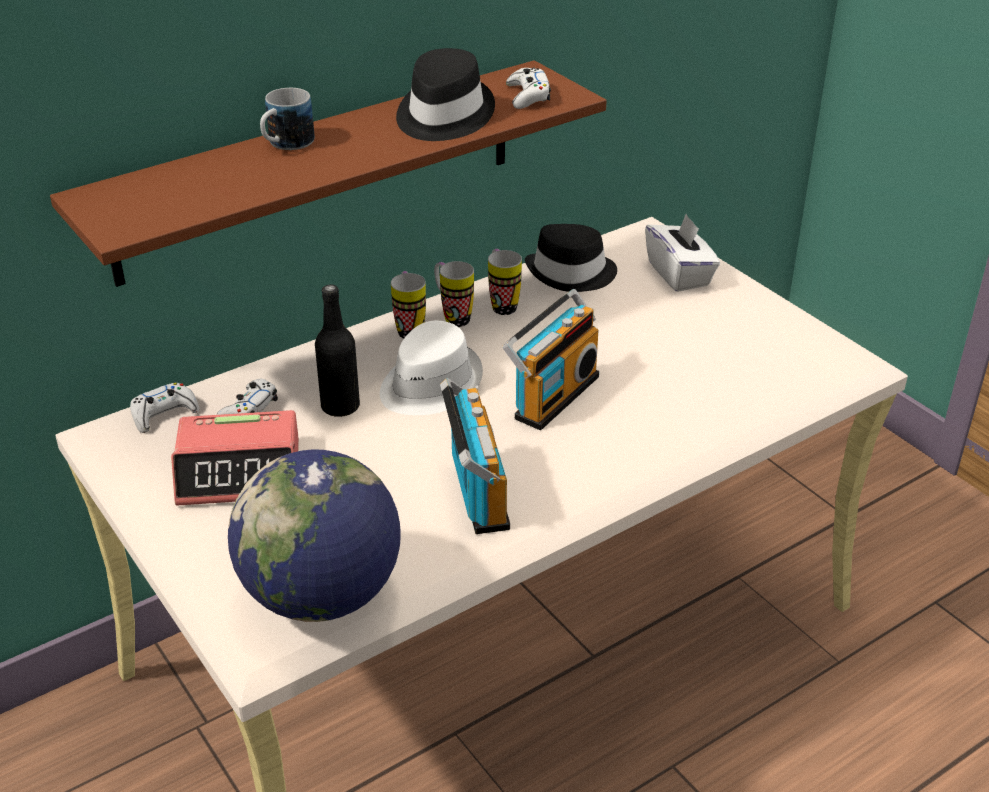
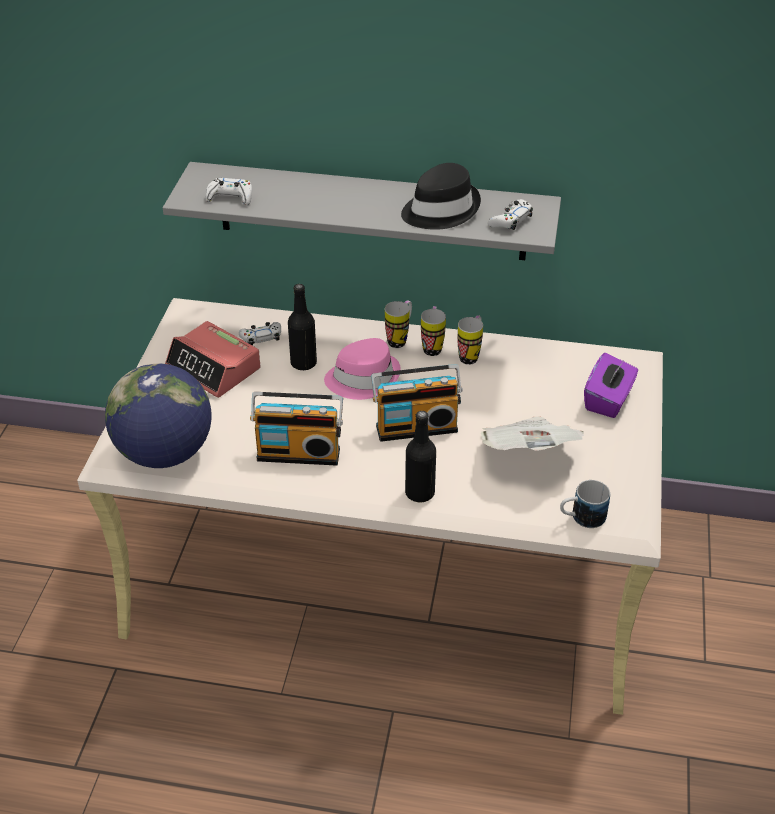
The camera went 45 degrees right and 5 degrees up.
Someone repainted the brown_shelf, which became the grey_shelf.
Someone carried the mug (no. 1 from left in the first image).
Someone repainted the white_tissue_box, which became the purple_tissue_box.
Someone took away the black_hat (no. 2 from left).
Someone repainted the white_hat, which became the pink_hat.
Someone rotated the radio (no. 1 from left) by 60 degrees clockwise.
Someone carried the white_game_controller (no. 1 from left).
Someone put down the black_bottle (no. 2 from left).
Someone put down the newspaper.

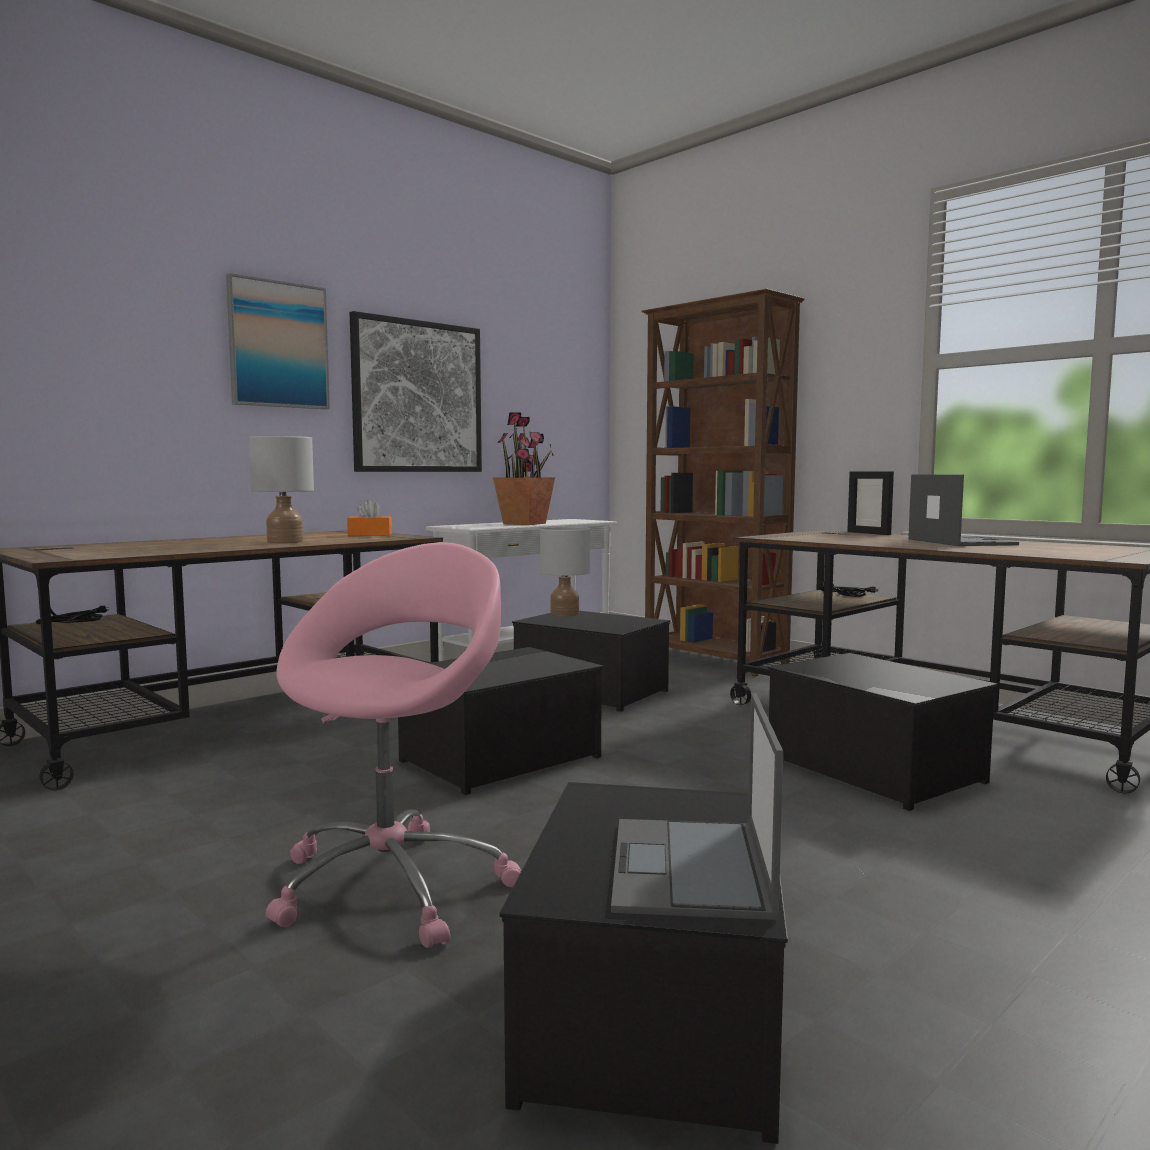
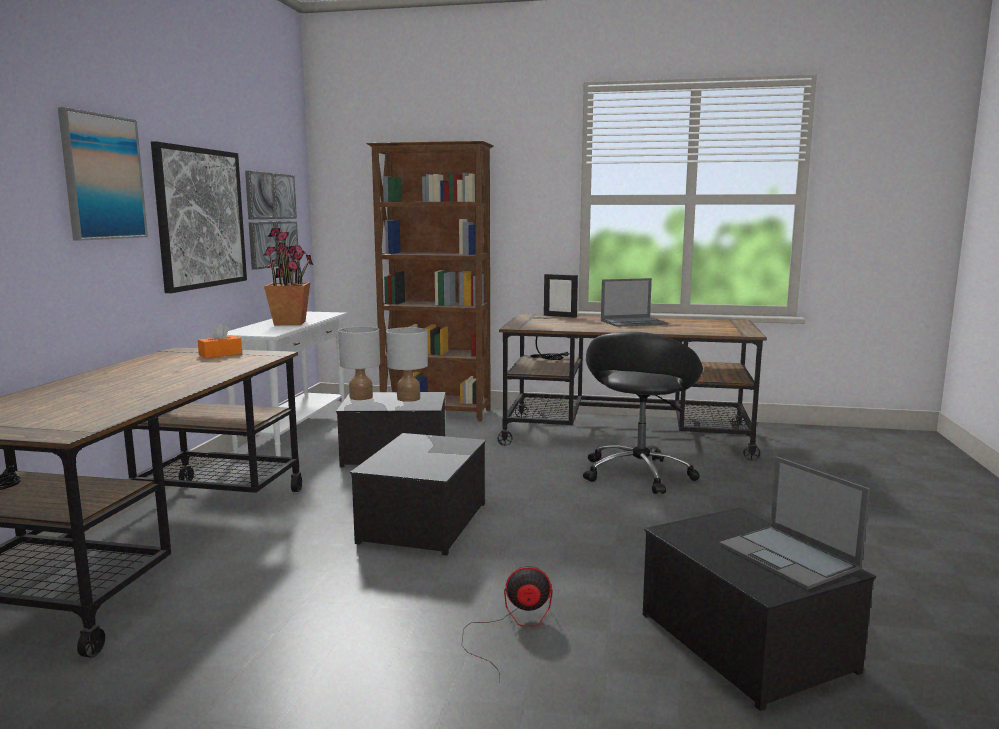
The camera went 35 degrees left and 5 degrees up.
Someone carried the grey_table_lamp (no. 1 from left in the first image).
Someone rotated the laptop (no. 2 from left in the first image) by 120 degrees clockwise.
Someone swapped the pink_office_chair for the fan.
Someone swapped the storage_box (no. 4 from left) for the black_office_chair.
Someone put up the picture (no. 3 from left).

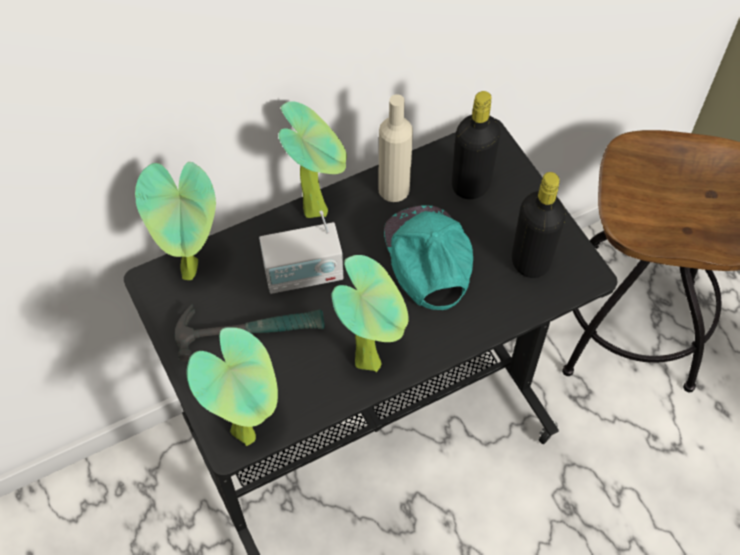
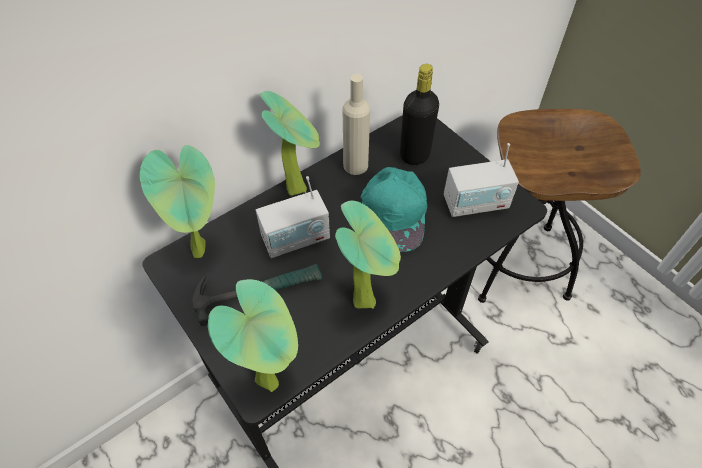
The camera went 10 degrees left and 5 degrees down.
Someone swapped the black_bottle (no. 2 from left) for the radio (no. 2 from left).
Someone rotated the turquoise_cap by 150 degrees counterclockwise.

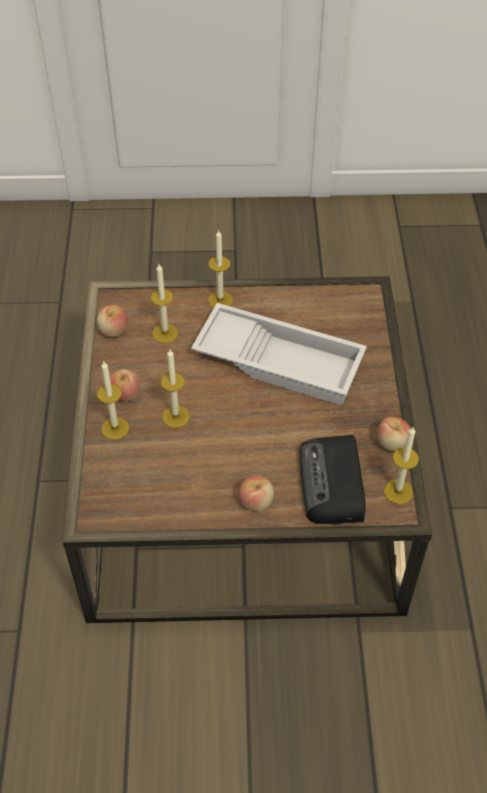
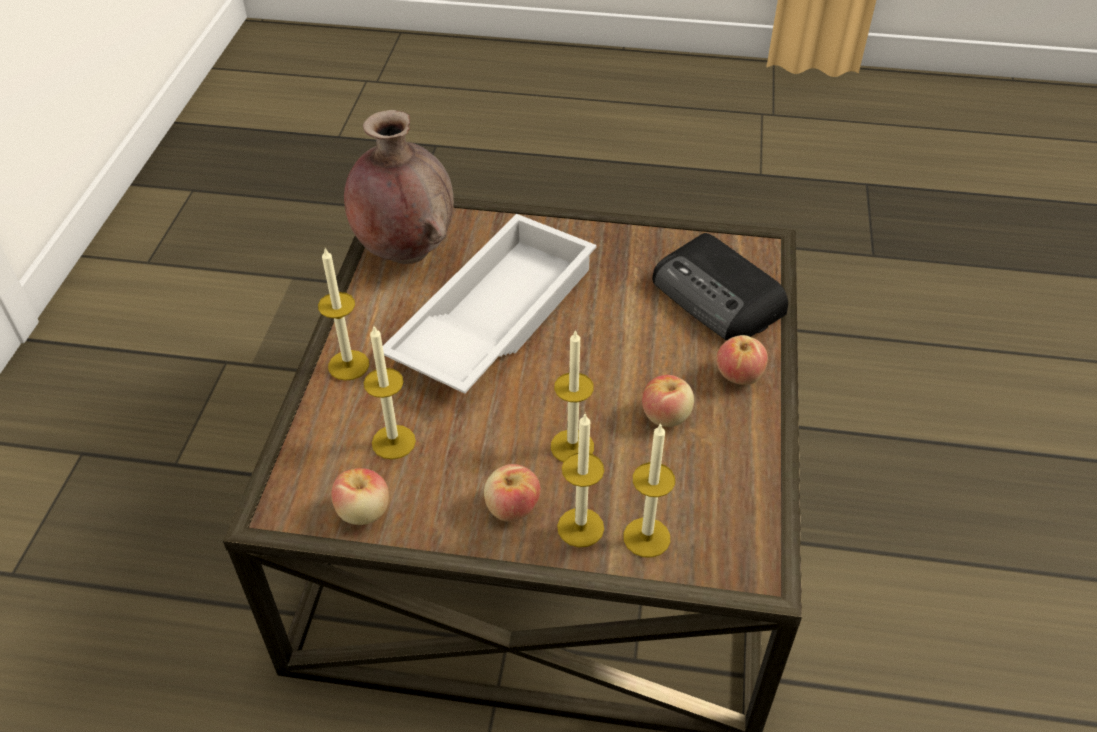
The camera went 80 degrees left and 5 degrees down.
Someone carried the apple (no. 4 from left in the first image).
Someone carried the candle (no. 5 from left).
Someone rotated the radio by 45 degrees clockwise.
Someone put down the brown_vase.

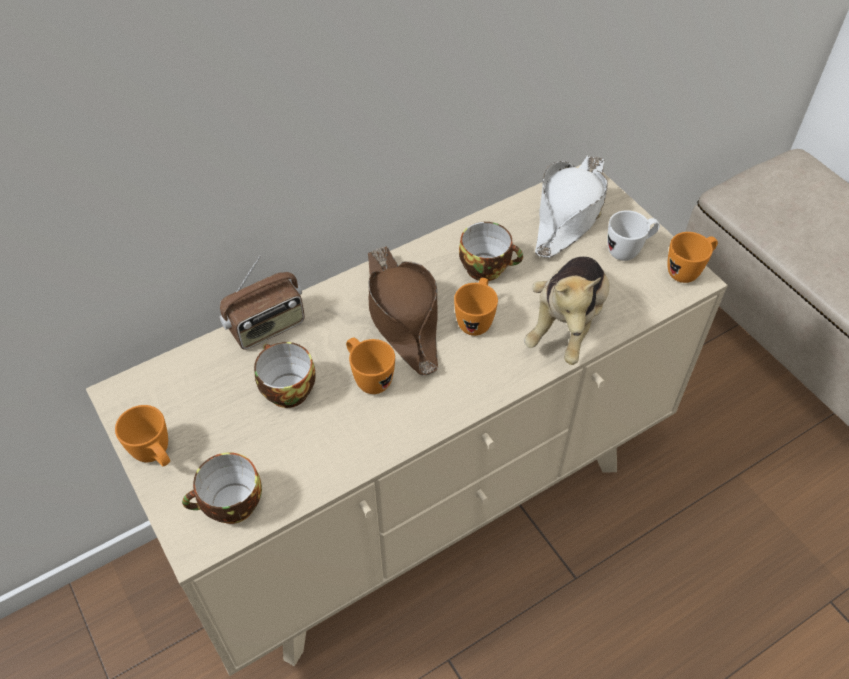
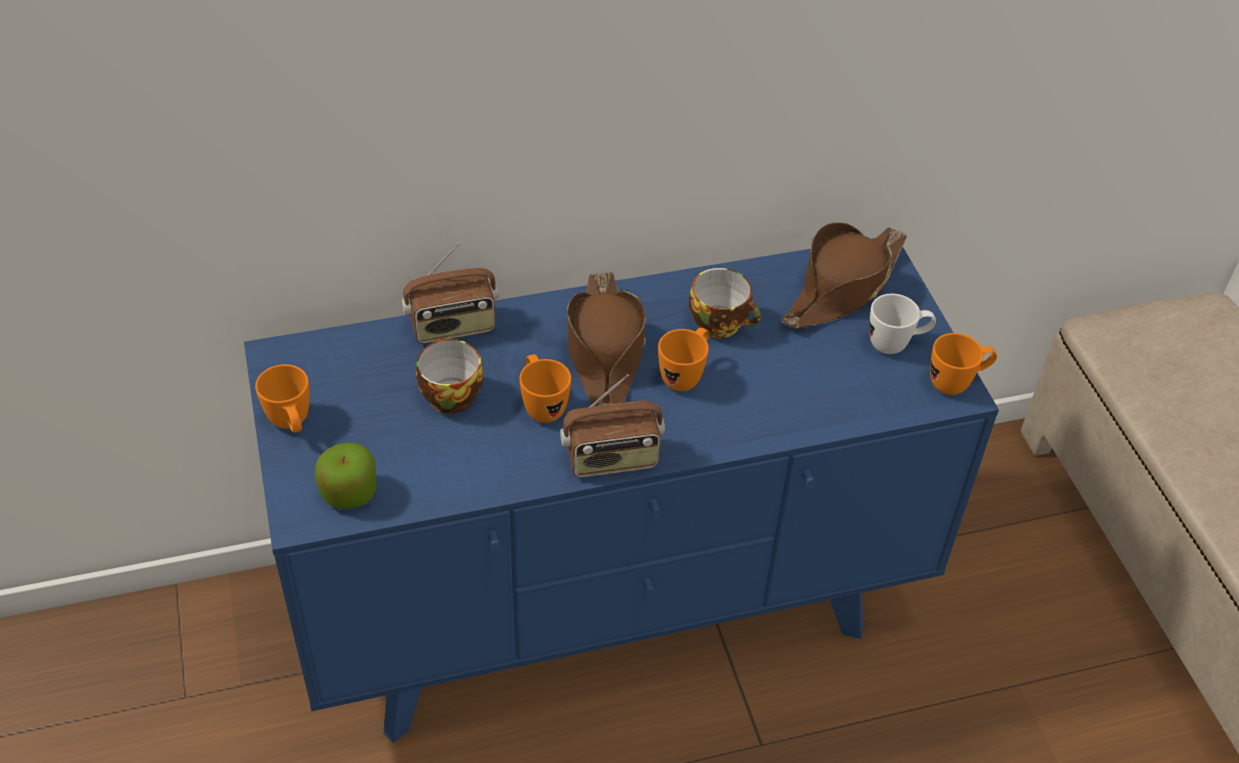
The camera went 15 degrees right and 5 degrees down.
Someone repainted the white_hat, which became the brown_hat (no. 2 from left).
Someone repainted the beige_dresser, which became the blue_dresser.
Someone took away the plush_toy.
Someone swapped the cup (no. 1 from left) for the apple.
Someone put down the radio (no. 2 from left).

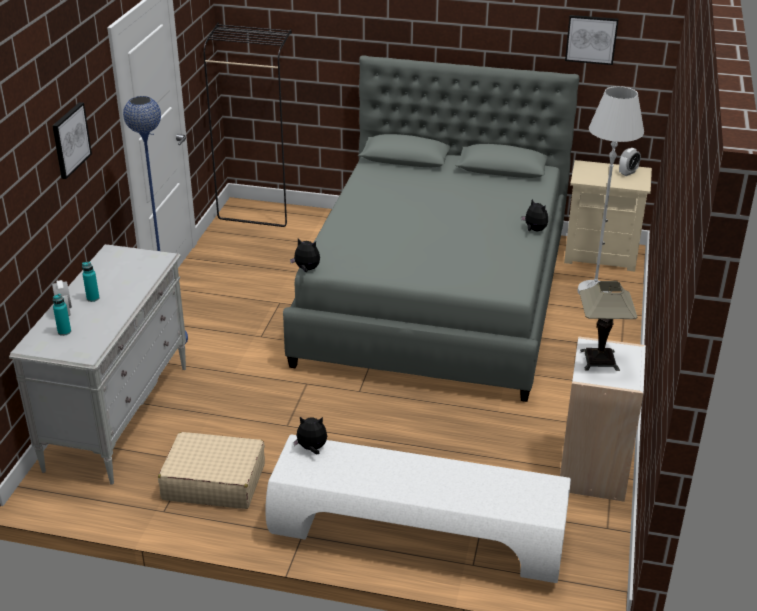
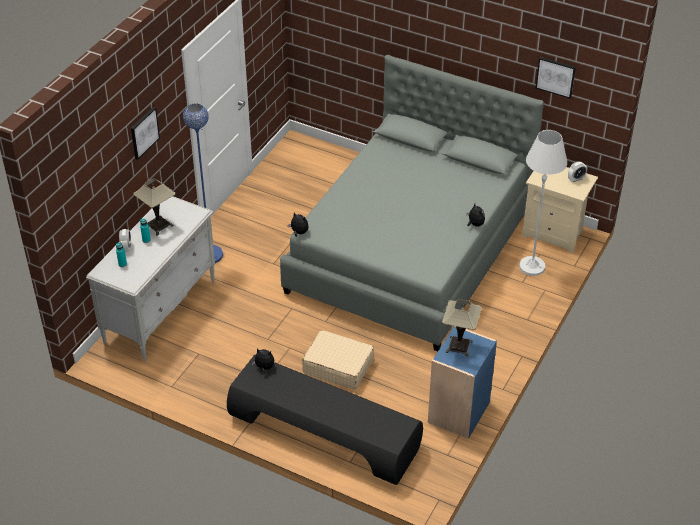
The camera went 15 degrees right and 10 degrees up.
Someone took away the black_clothes_rack.
Someone repainted the white_bookcase, which became the blue_bookcase.
Someone carried the beige_suitcase.
Someone repainted the white_bench, which became the black_bench.
Someone put down the table_lamp (no. 1 from left).

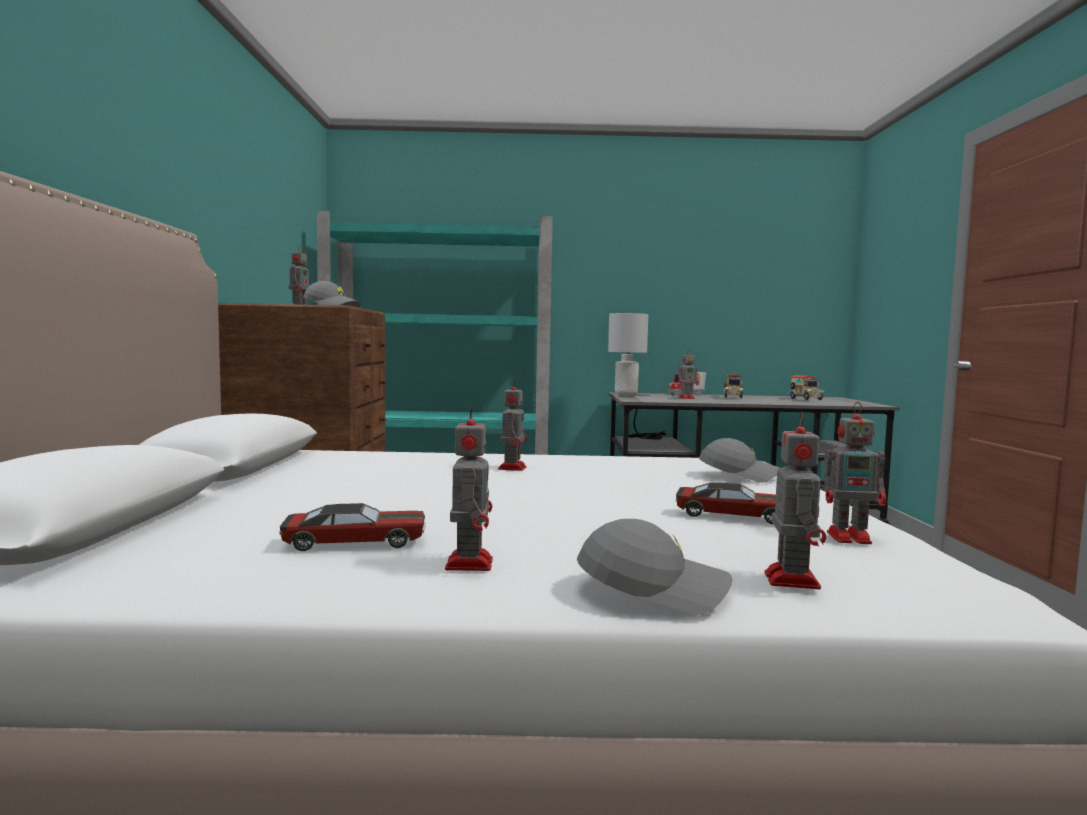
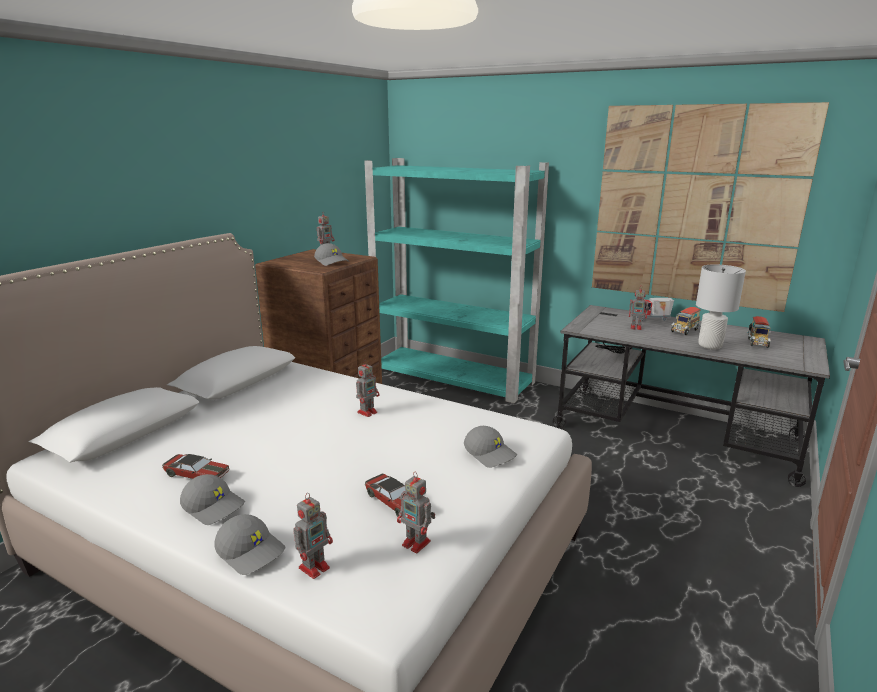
The camera went 30 degrees right and 15 degrees up.
Someone carried the grey_table_lamp.
Someone swapped the toy_robot (no. 2 from left) for the grey_cap (no. 1 from left).
Someone put up the picture.

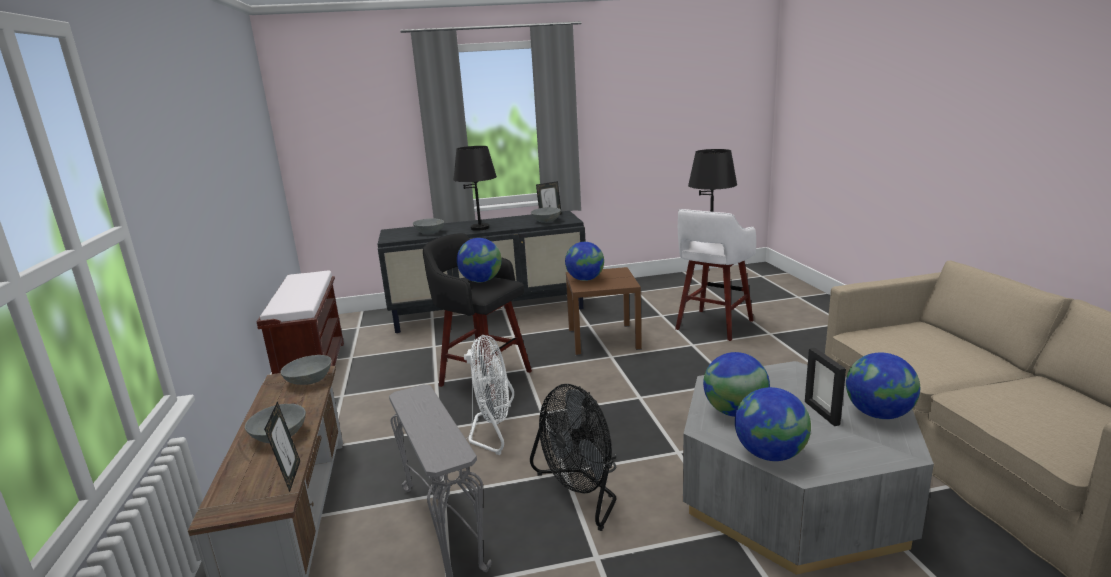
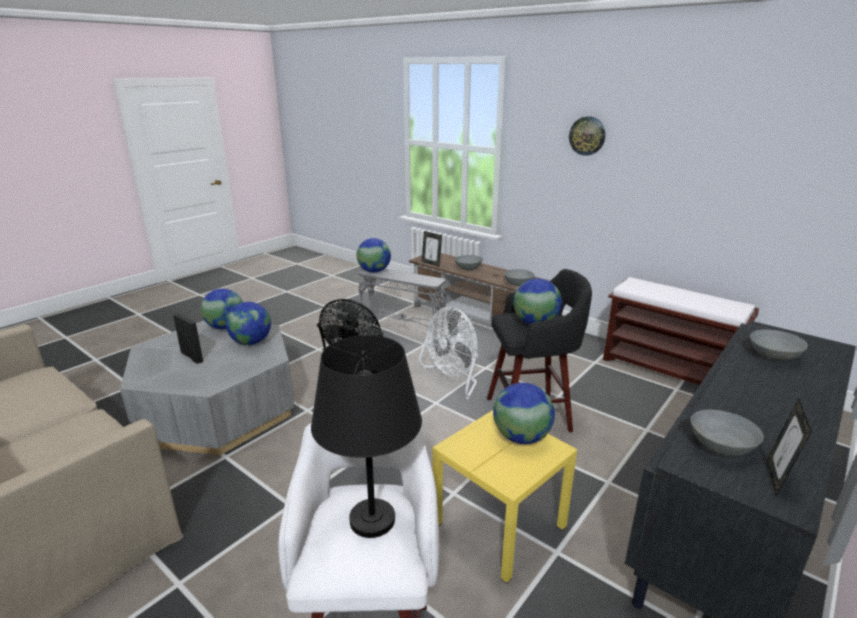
The camera went 140 degrees right and 5 degrees up.
Someone took away the black_table_lamp (no. 1 from left).
Someone repainted the brown_side_table, which became the yellow_side_table.
Someone carried the globe (no. 5 from left in the first image).
Someone put up the wall_clock.

